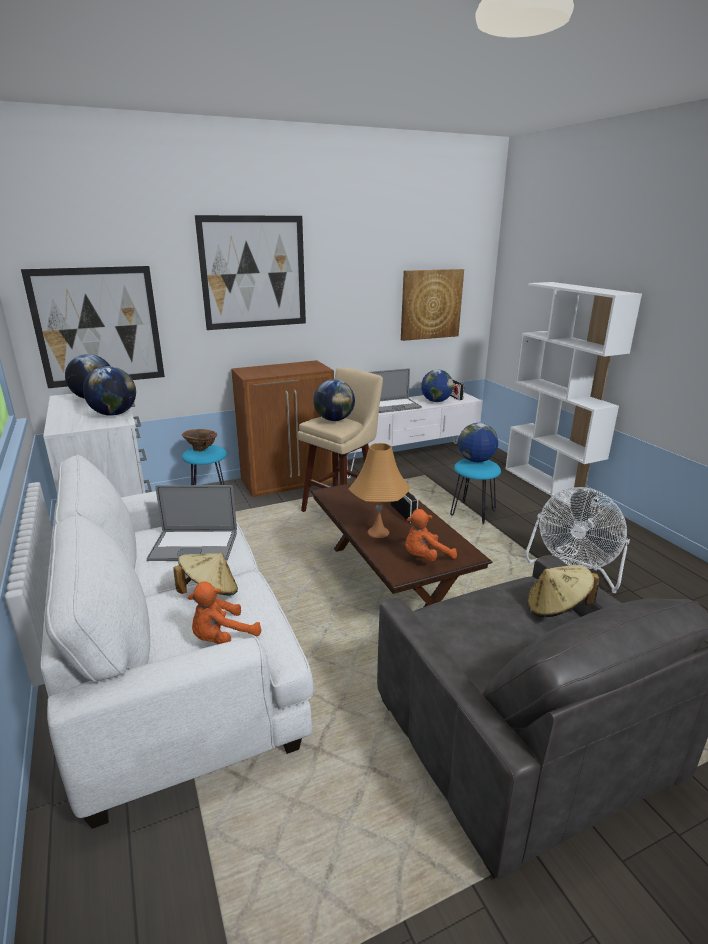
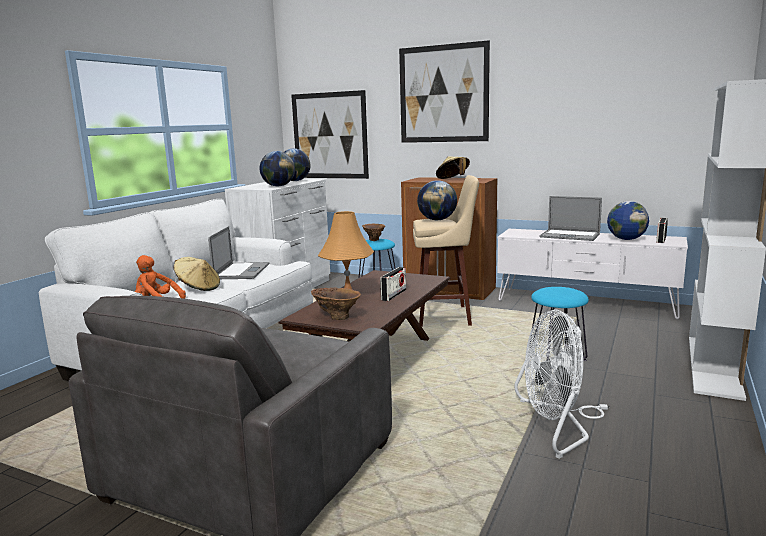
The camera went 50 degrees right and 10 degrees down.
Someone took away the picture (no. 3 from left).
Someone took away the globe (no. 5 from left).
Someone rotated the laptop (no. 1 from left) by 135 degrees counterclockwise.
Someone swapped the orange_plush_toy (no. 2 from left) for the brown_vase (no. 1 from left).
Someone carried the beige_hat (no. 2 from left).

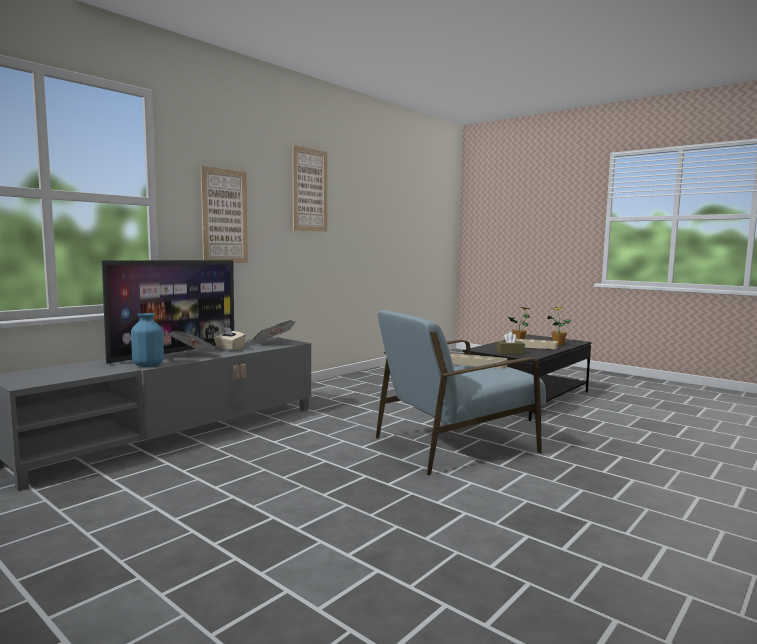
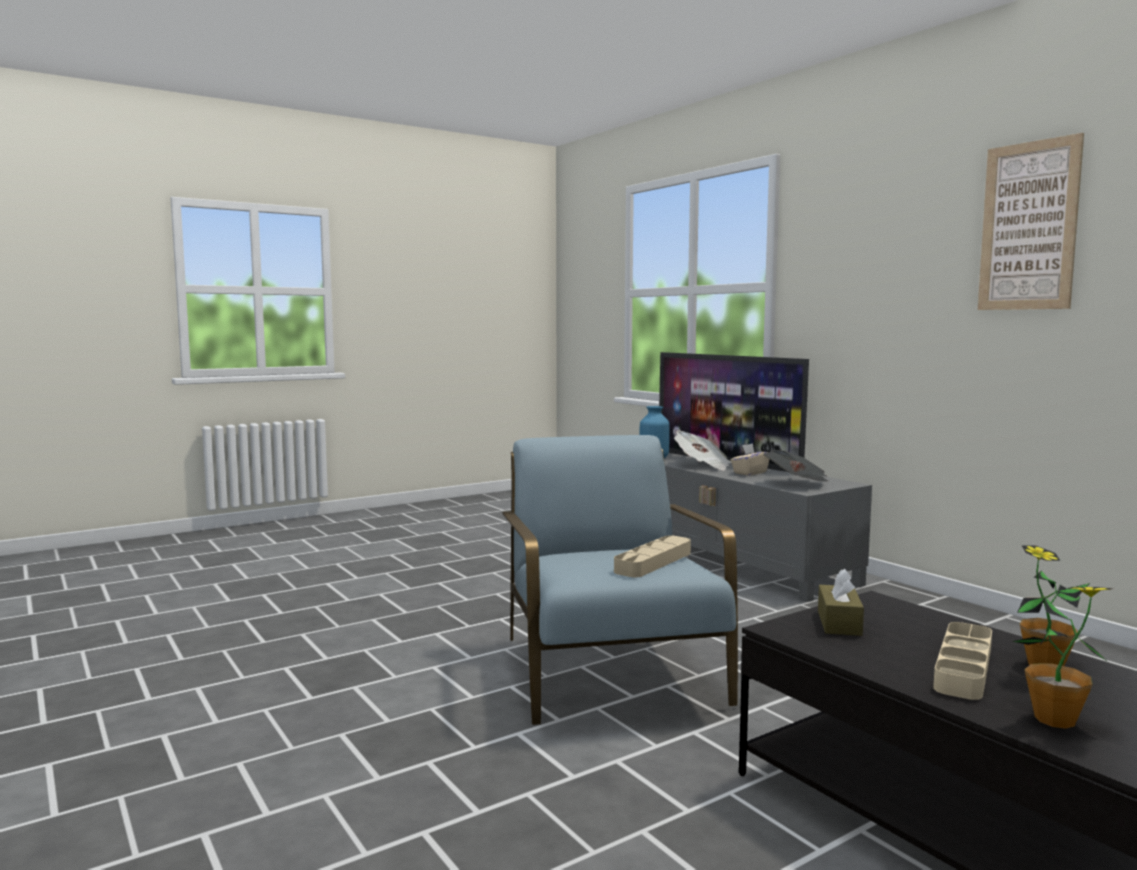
The camera went 105 degrees right and 0 degrees up.
Someone took away the picture (no. 1 from left).

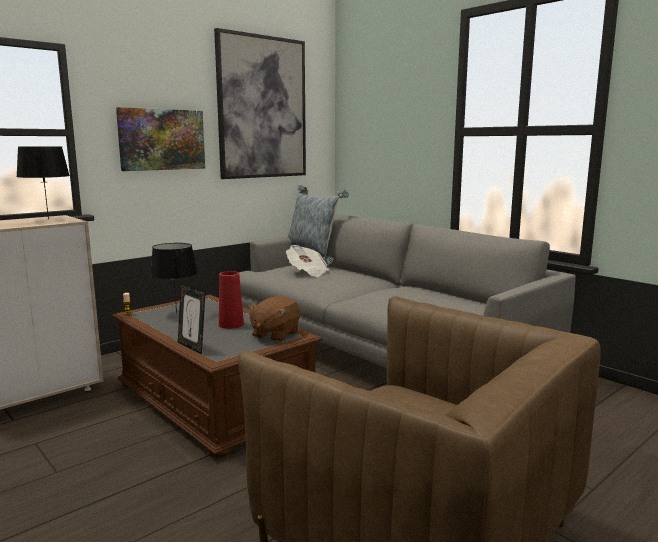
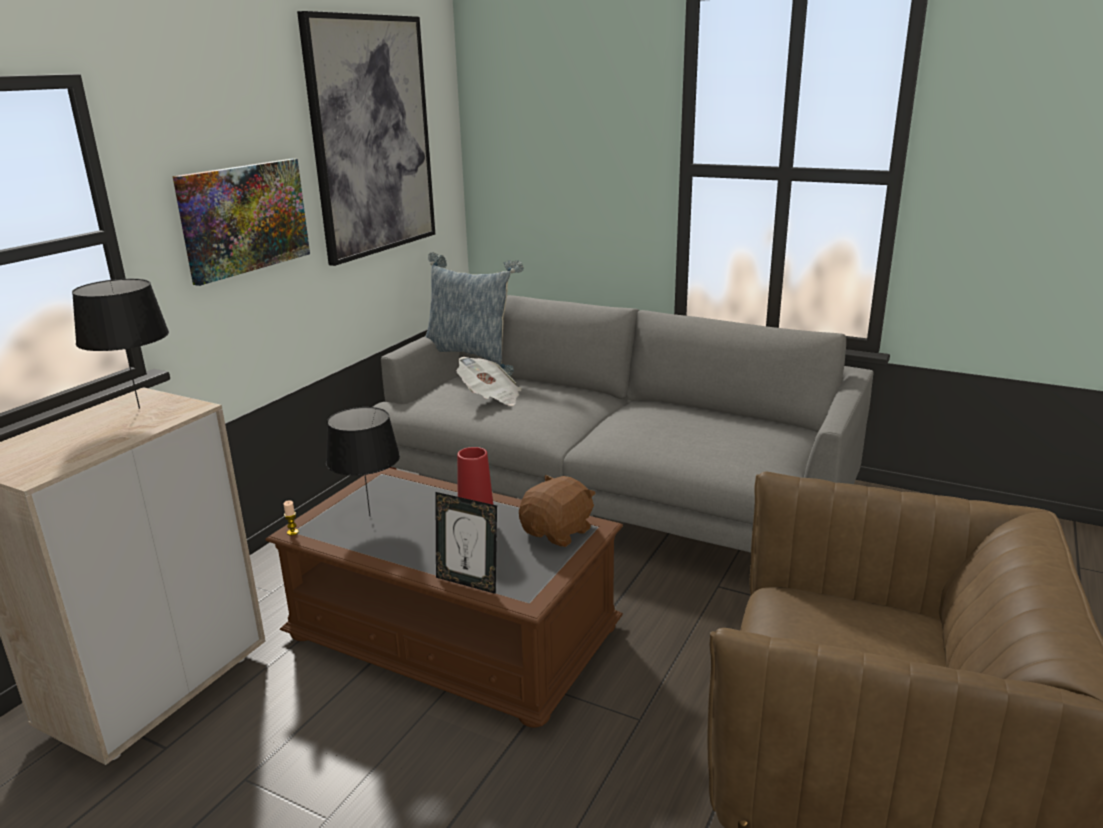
The camera went 20 degrees left and 10 degrees up.
Someone rotated the brown_plush_toy by 150 degrees counterclockwise.

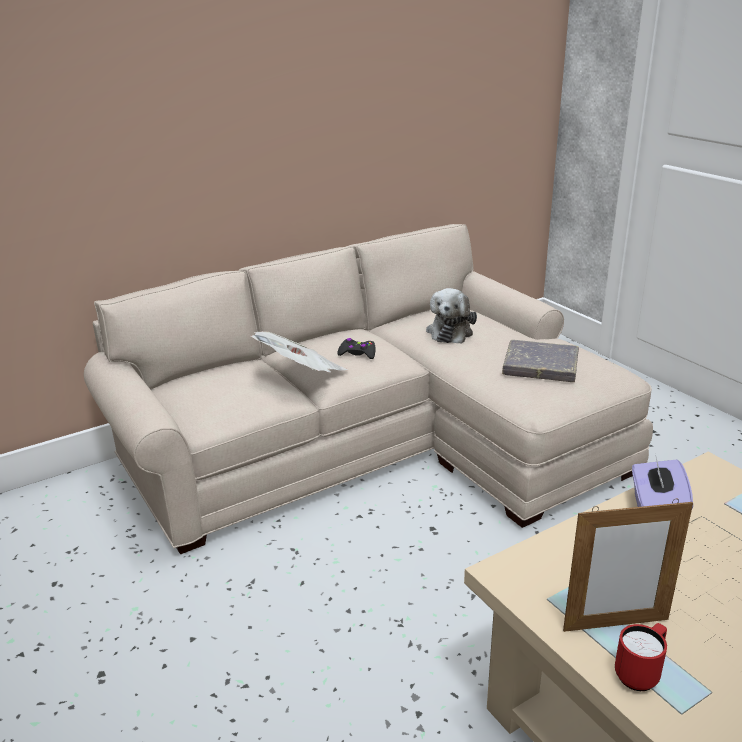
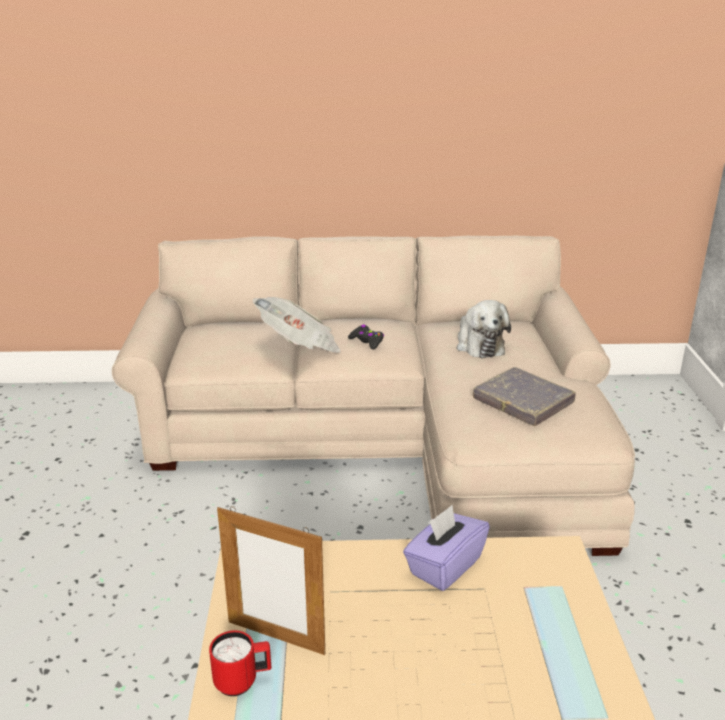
The camera went 30 degrees right and 0 degrees up.
Someone rotated the plush_toy by 60 degrees counterclockwise.

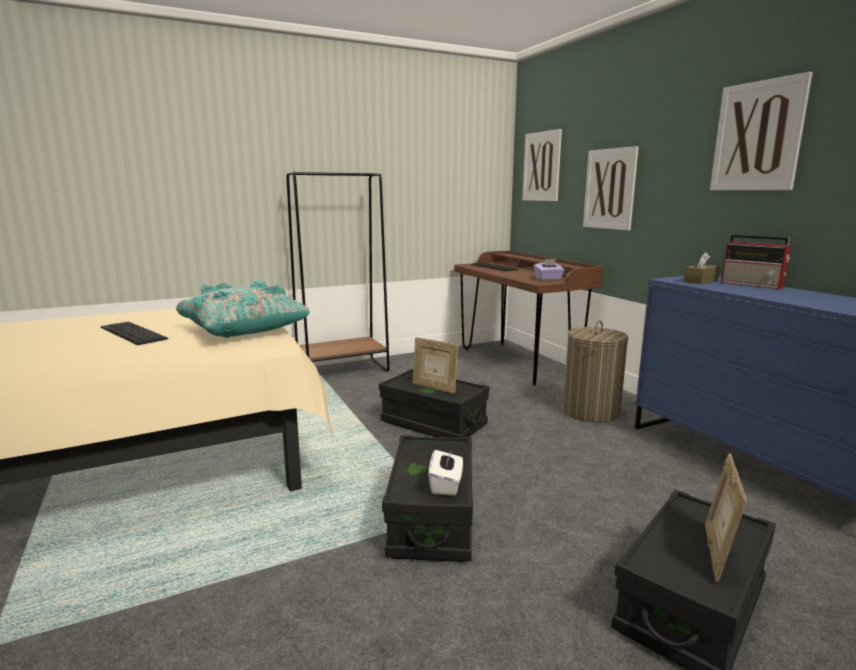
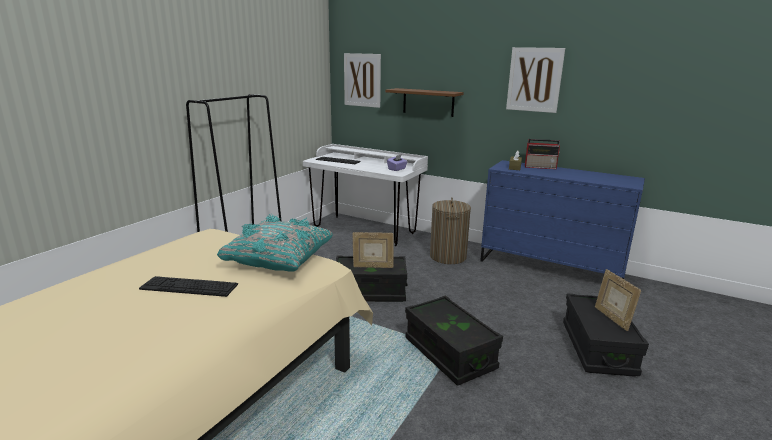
The camera went 35 degrees left and 5 degrees up.
Someone swapped the picture (no. 2 from left) for the brown_shelf.
Someone repainted the brown_desk, which became the white_desk.
Someone took away the white_tissue_box.

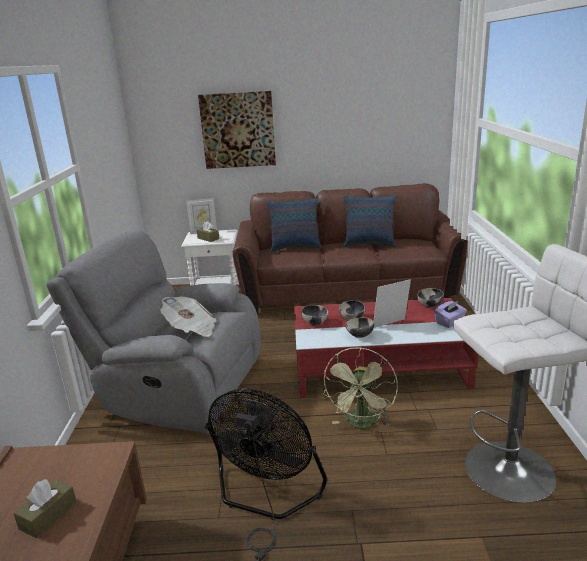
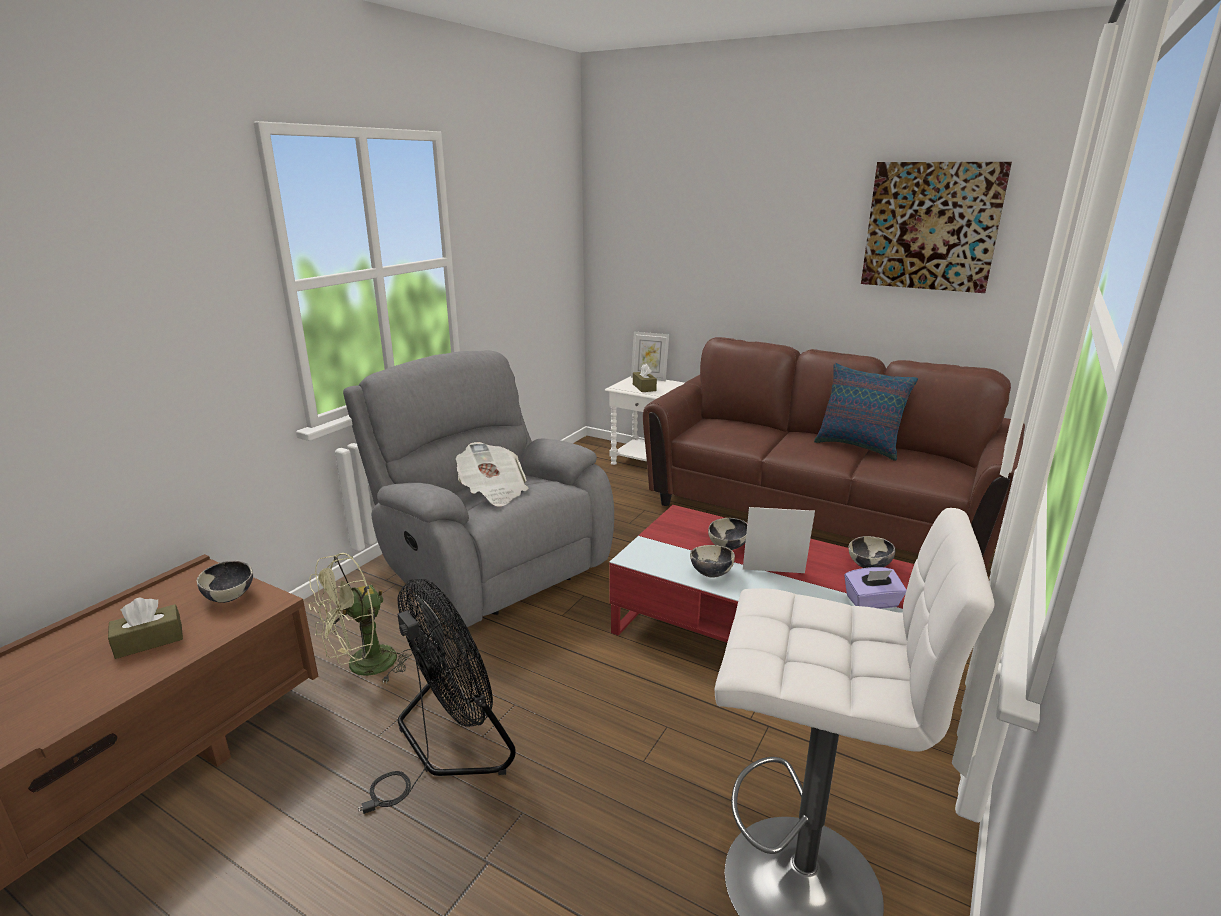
The camera went 30 degrees right and 0 degrees up.
Someone carried the picture.
Someone took away the blue_pillow (no. 1 from left).
Someone carried the bowl (no. 1 from left).
Someone carried the green_fan.

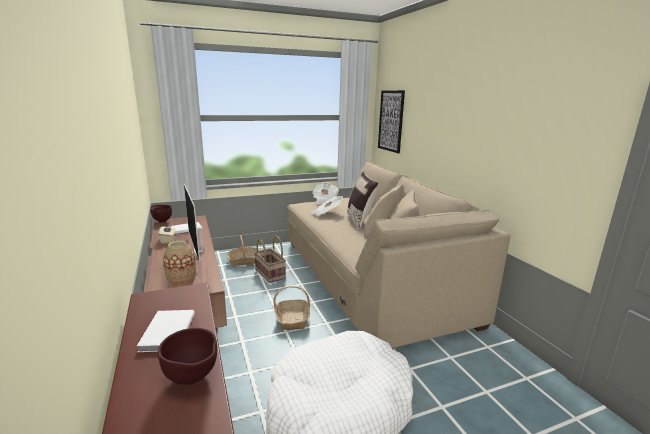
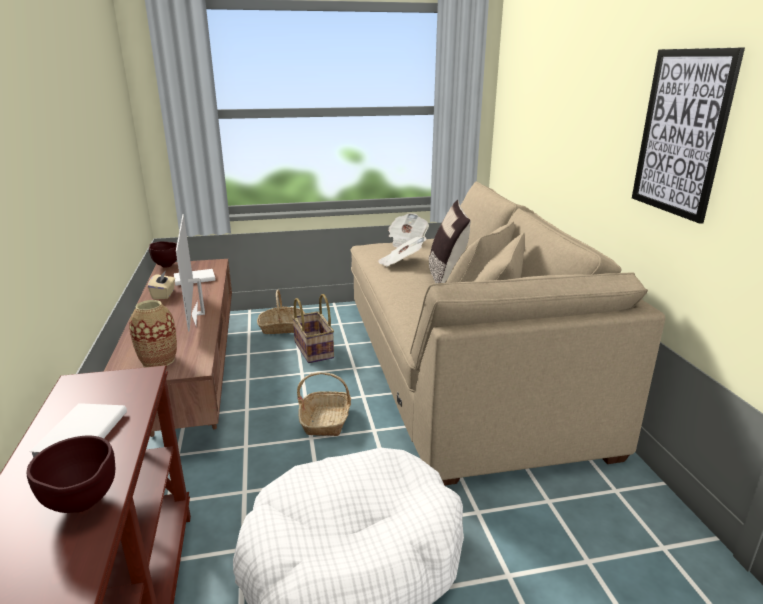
The camera went 10 degrees right and 5 degrees up.
Someone carried the picture.

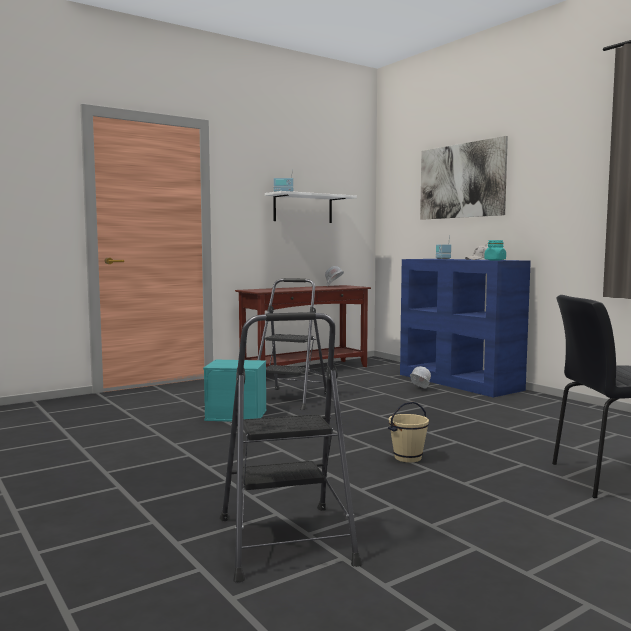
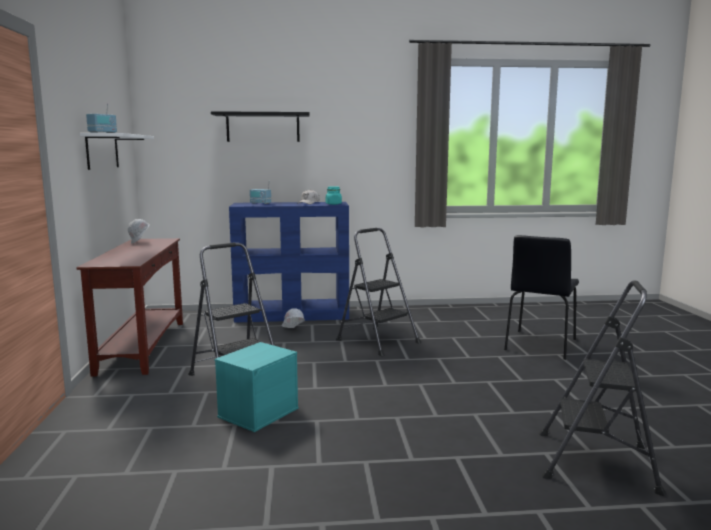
The camera went 60 degrees left and 5 degrees up.
Someone swapped the picture for the black_shelf.
Someone took away the beige_bucket.
Someone put down the black_step_ladder (no. 2 from left).

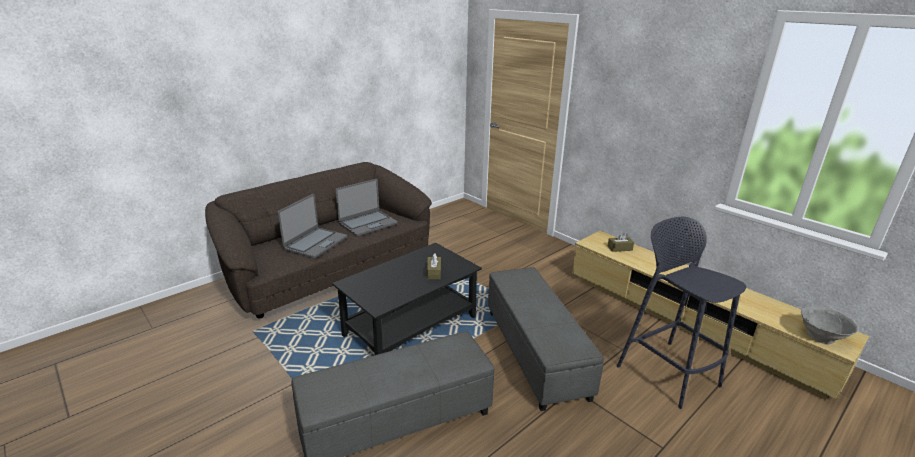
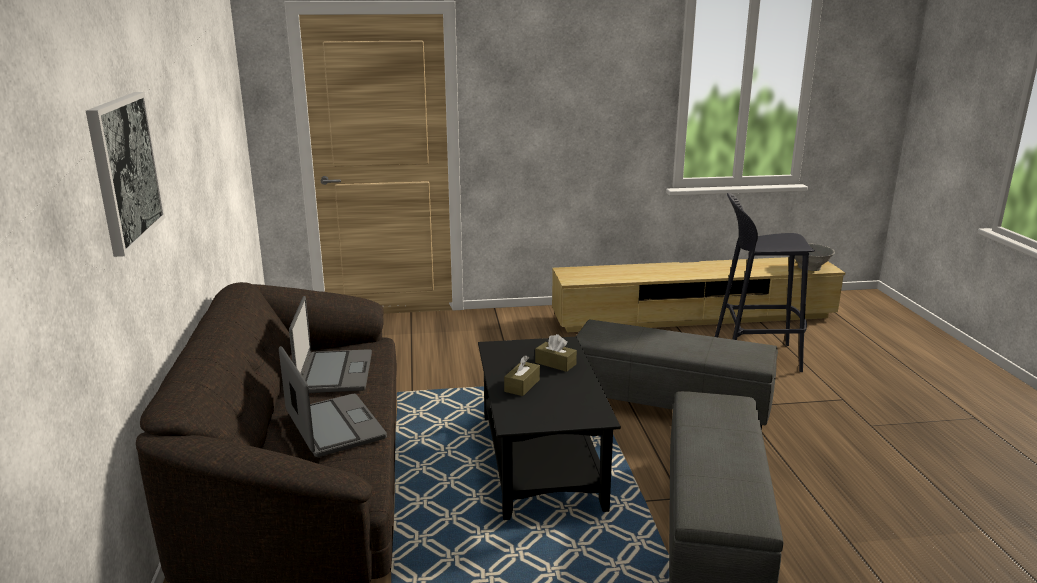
The camera went 55 degrees left and 5 degrees down.
Someone carried the brown_tissue_box (no. 2 from left in the first image).
Someone put up the picture.

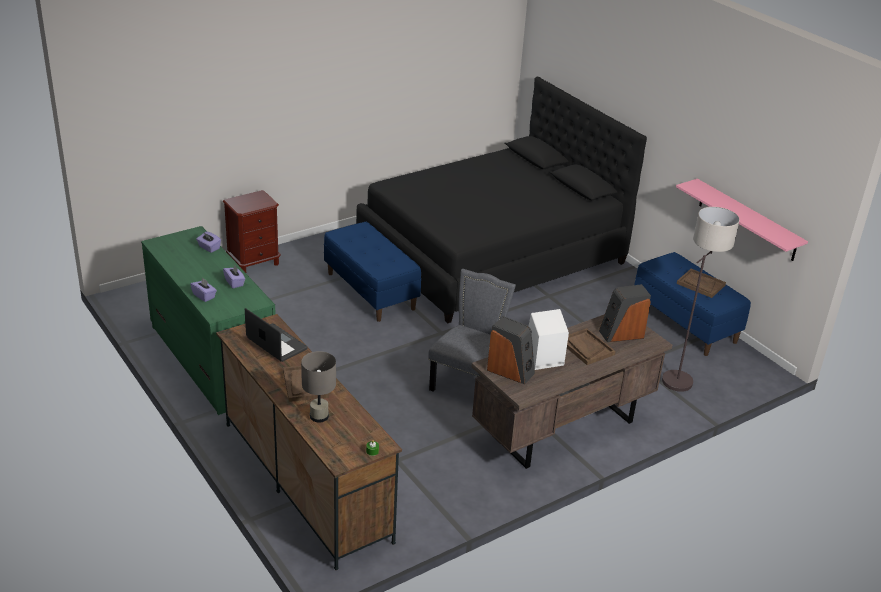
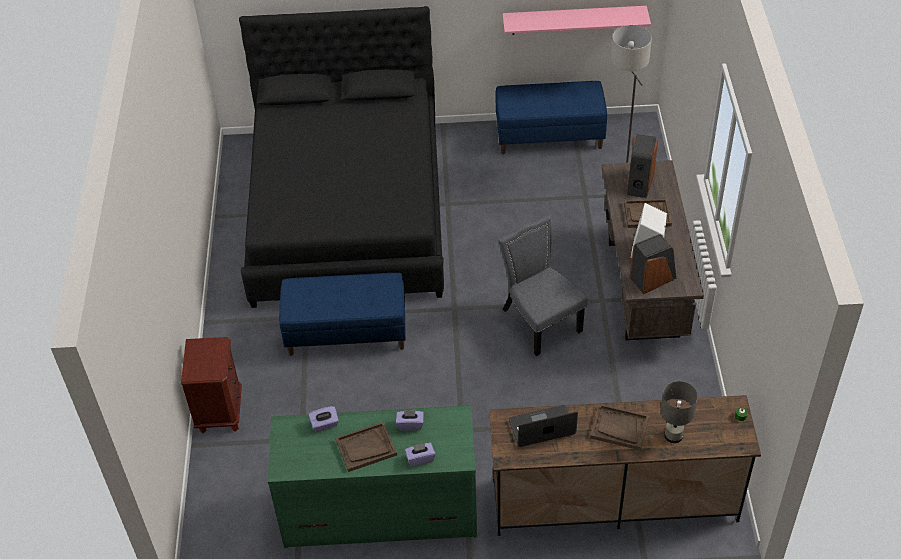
The camera went 55 degrees left and 15 degrees up.
Someone carried the brown_tray (no. 3 from left in the first image).

